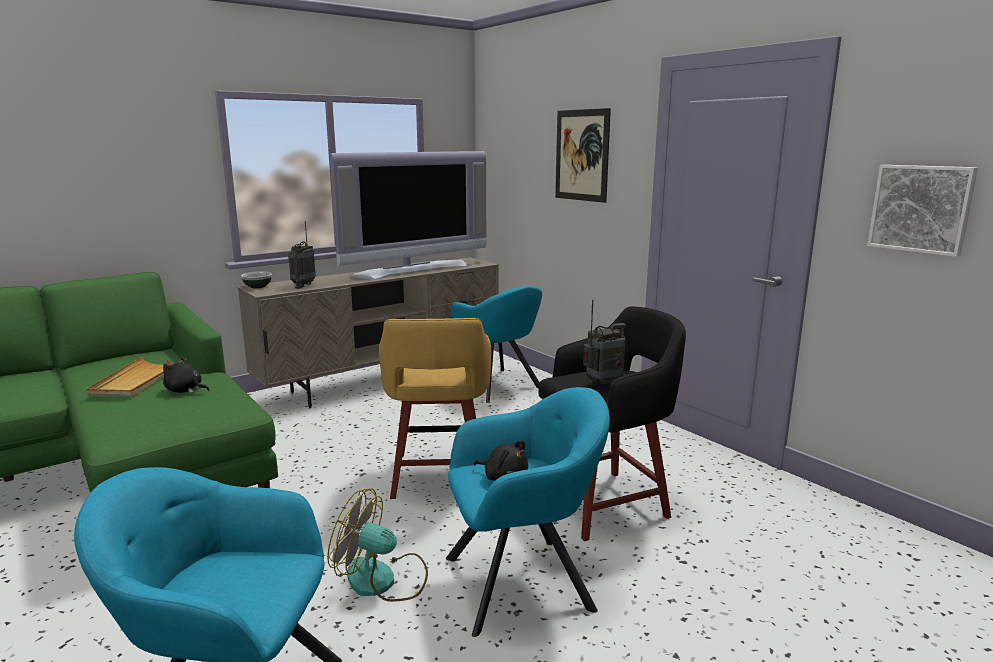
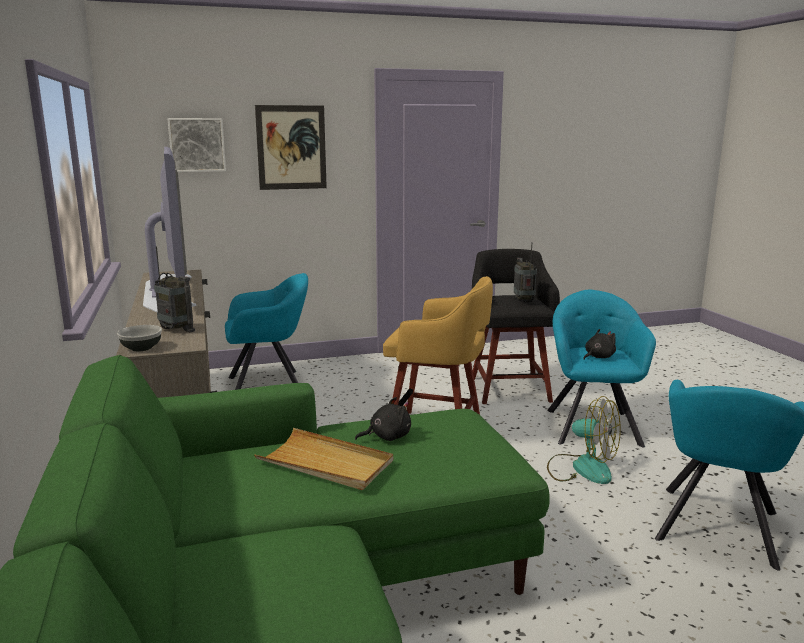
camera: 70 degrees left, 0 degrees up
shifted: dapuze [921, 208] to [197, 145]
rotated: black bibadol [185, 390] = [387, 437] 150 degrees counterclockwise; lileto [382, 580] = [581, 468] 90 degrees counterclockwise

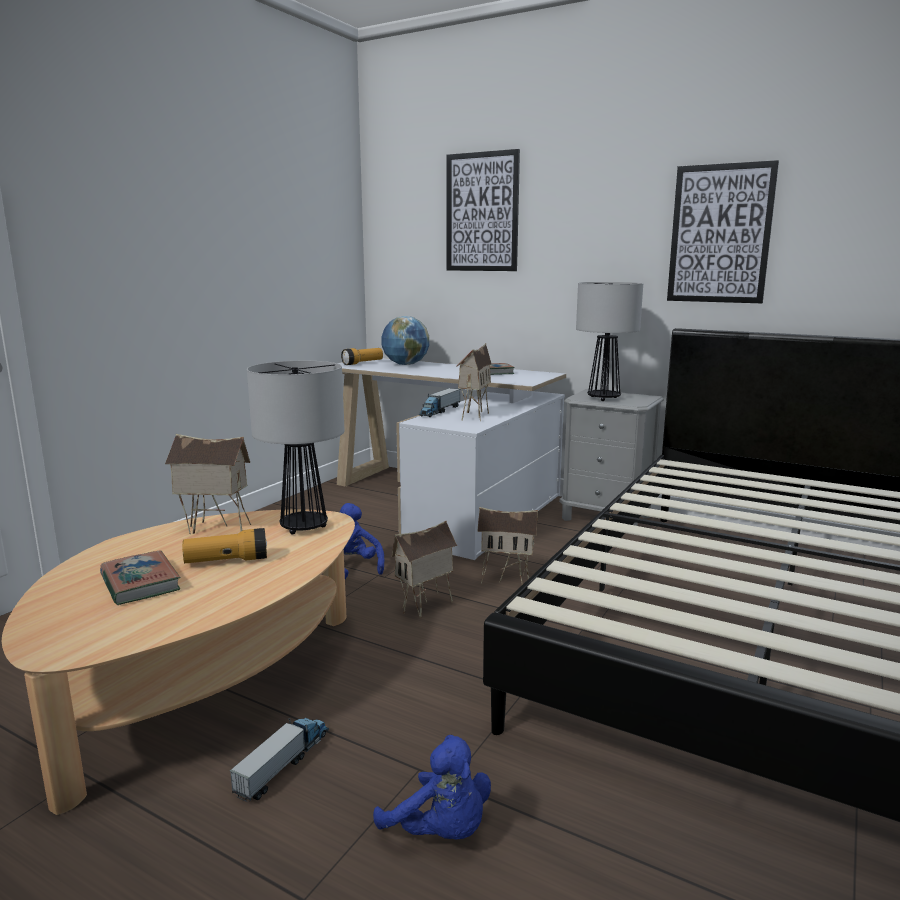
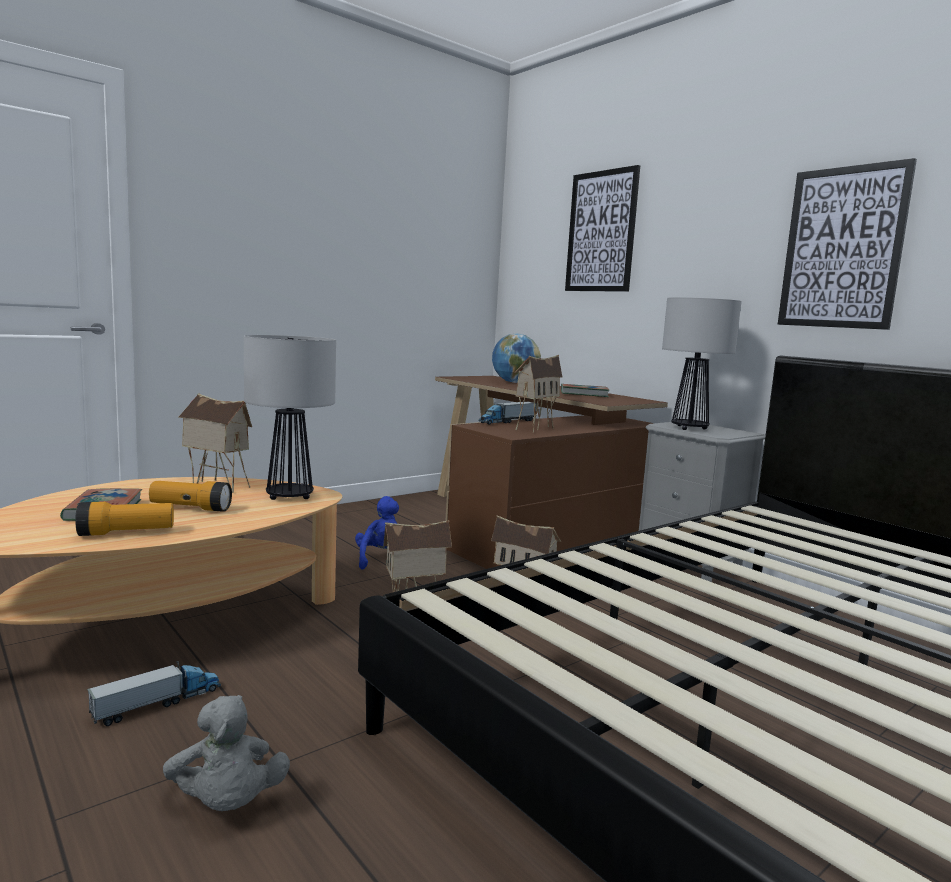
camera: 20 degrees right, 5 degrees down
shifted: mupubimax [362, 363] to [126, 533]
repainted: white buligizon [447, 501] to brown buligizon [529, 524]; blue bibadol [440, 831] to grey bibadol [227, 803]

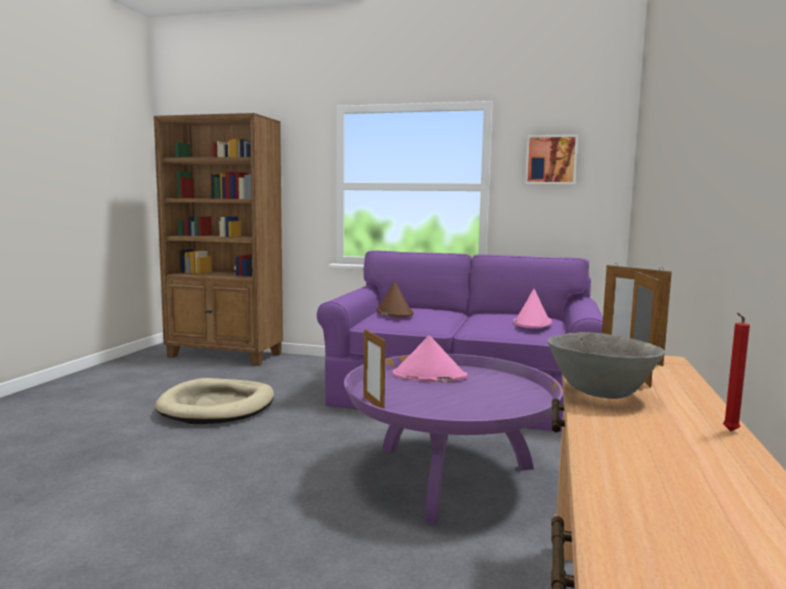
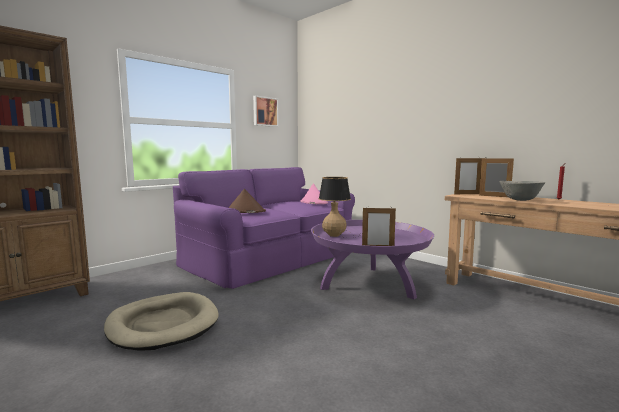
camera: 60 degrees left, 0 degrees up
swapped: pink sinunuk [429, 376] to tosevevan [338, 235]

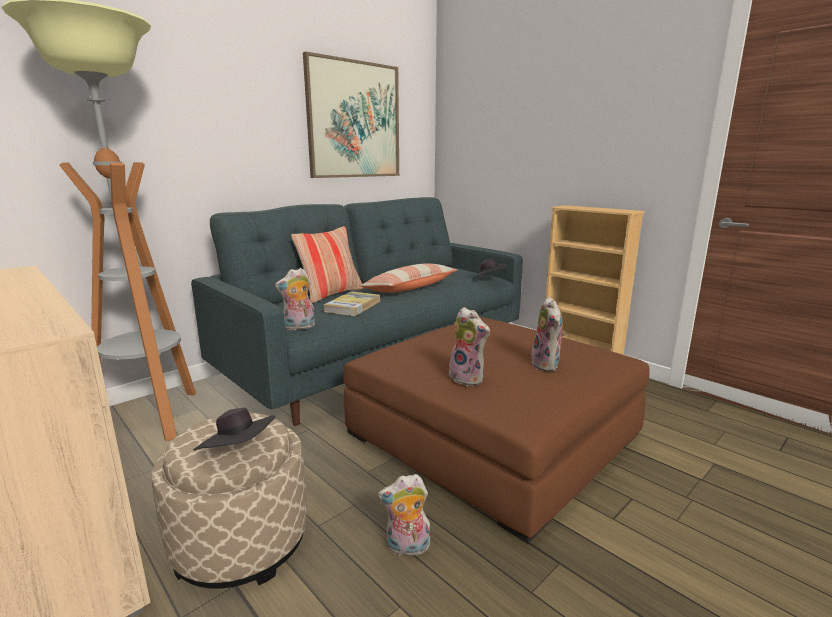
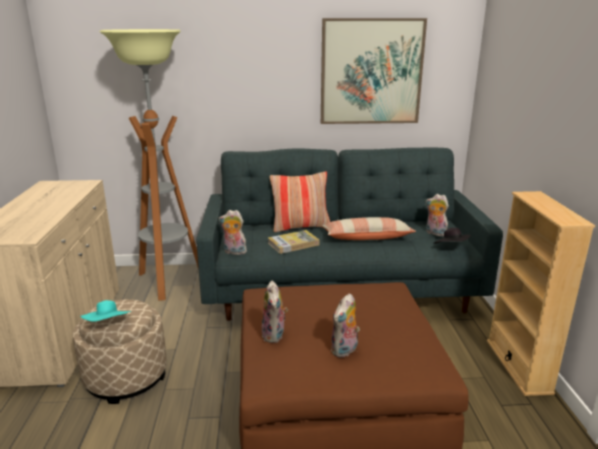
camera: 40 degrees right, 5 degrees up
shifted: bibadol [407, 548] to [435, 233]
repainted: black sinunuk [239, 452] to turquoise sinunuk [108, 325]

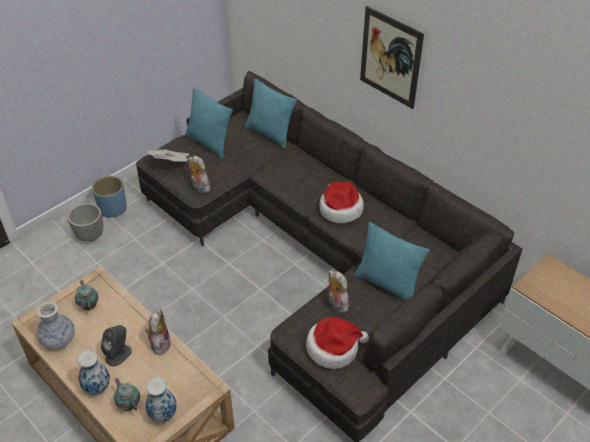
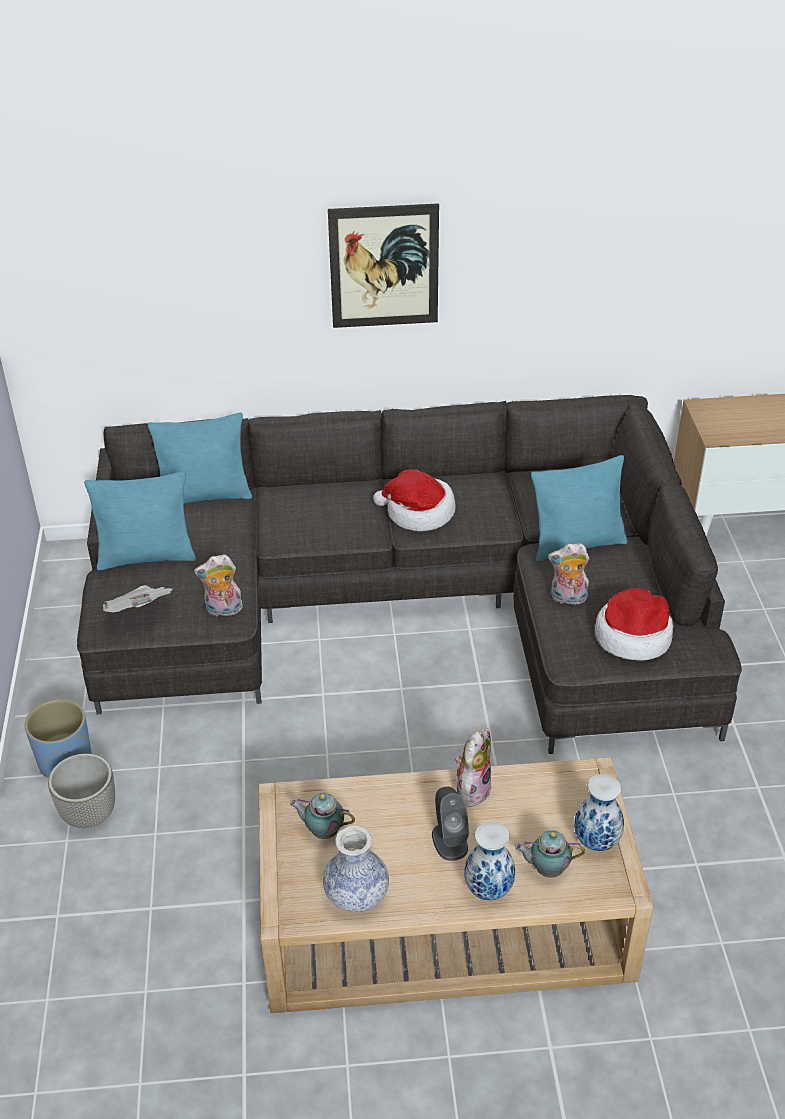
camera: 50 degrees left, 5 degrees down
rotated: bibadol [159, 344] = [472, 789] 75 degrees clockwise

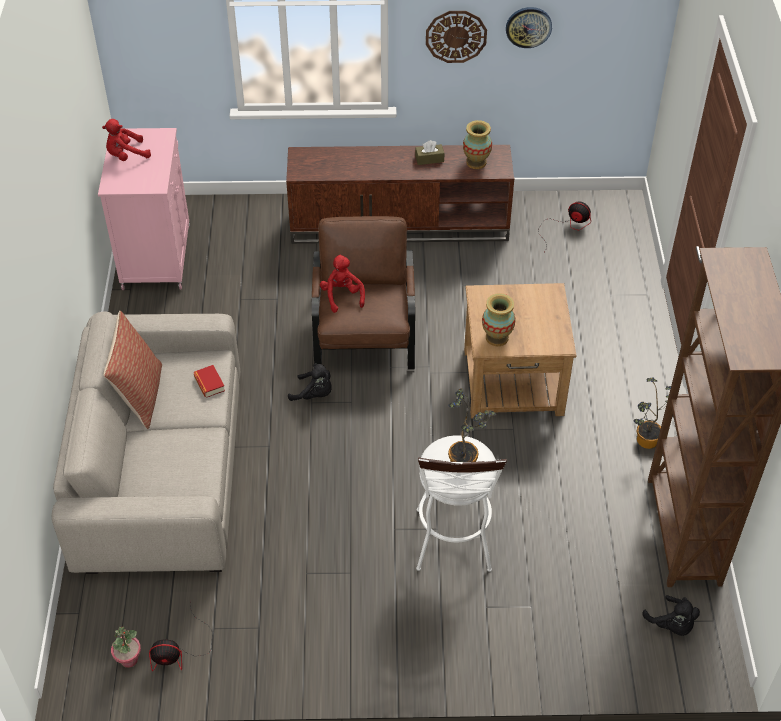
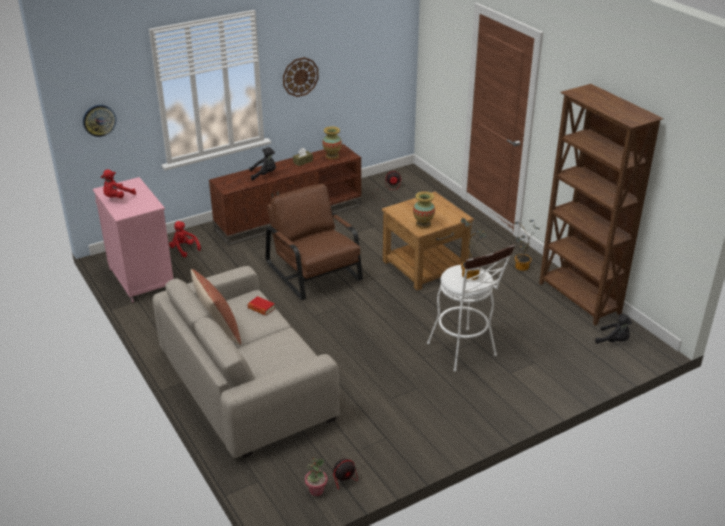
camera: 30 degrees left, 15 degrees down
shifted: black bibadol [314, 394] to [264, 174]; red bibadol [342, 296] to [184, 249]; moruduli [528, 26] to [99, 120]

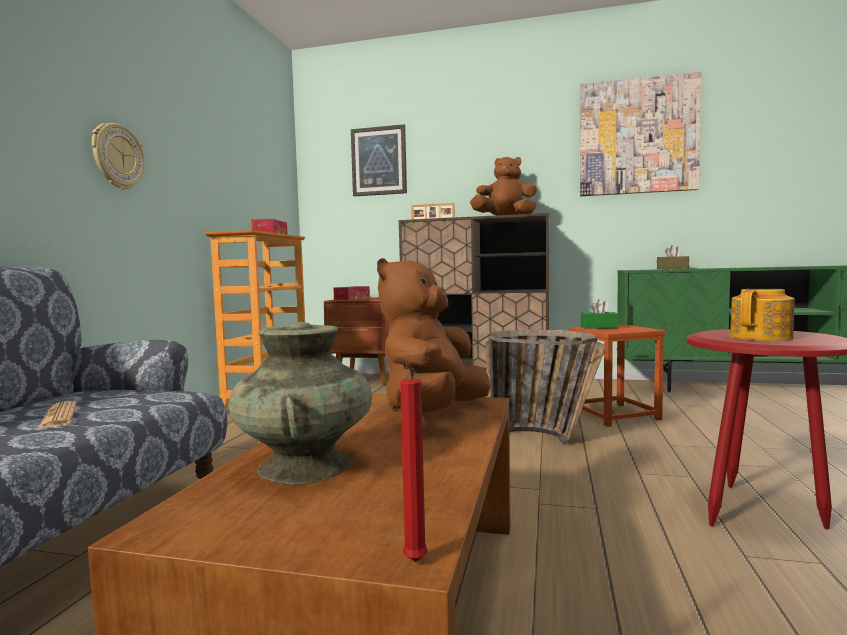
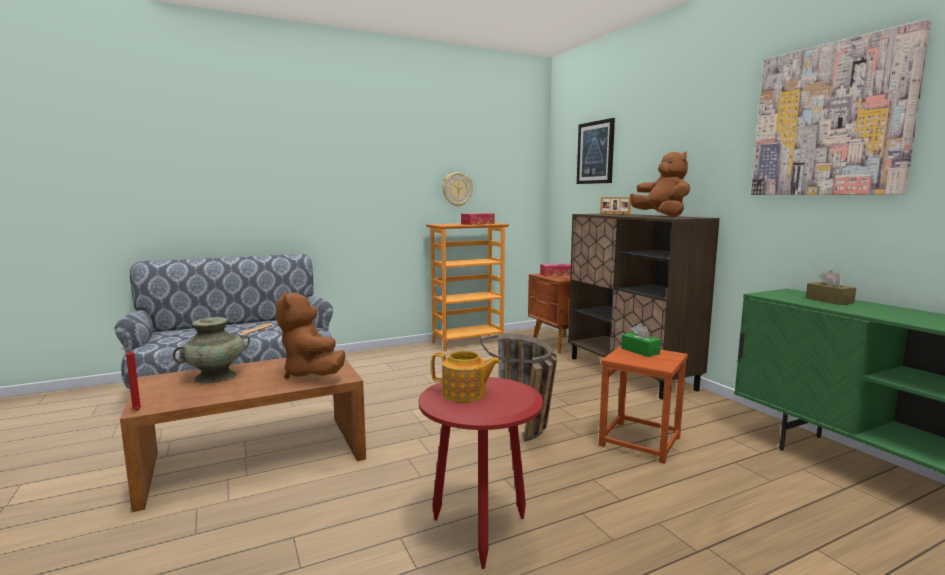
camera: 50 degrees right, 5 degrees up
shifted: moruduli [117, 157] to [457, 189]
rotated: brown bibadol [433, 412] = [312, 374] 105 degrees counterclockwise

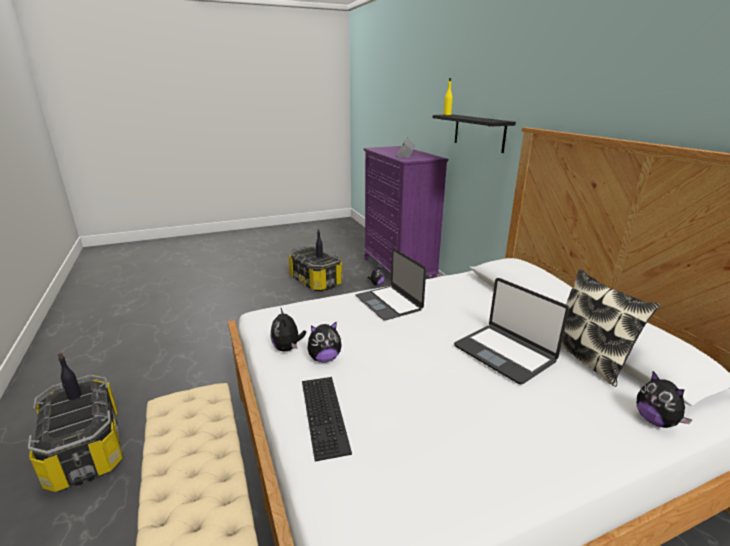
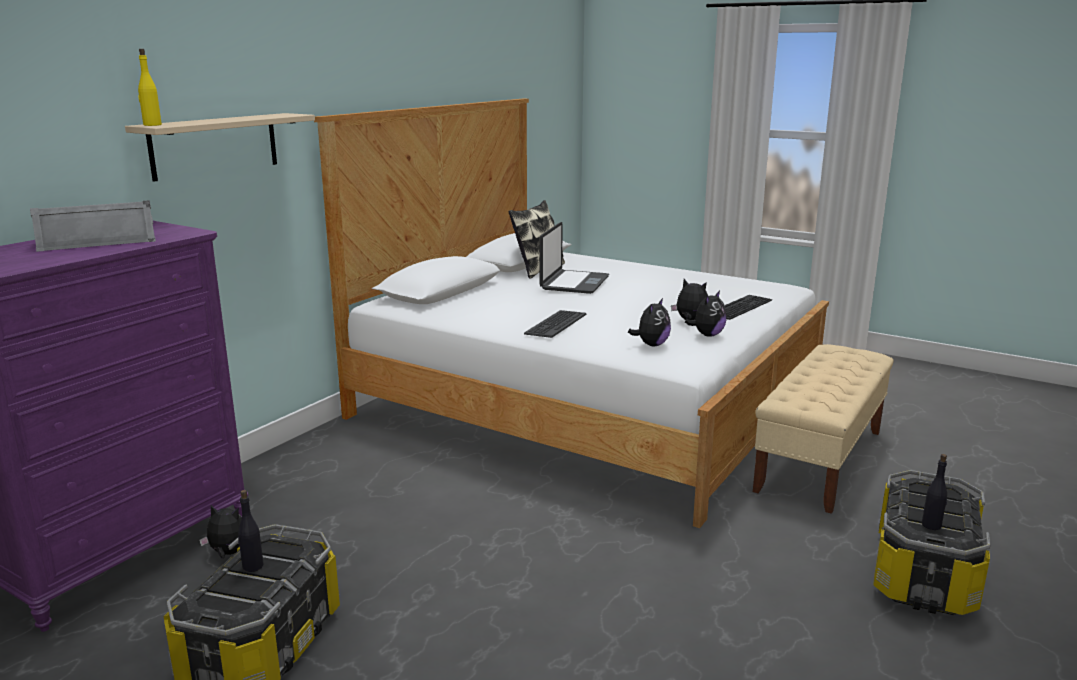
camera: 125 degrees left, 5 degrees down
shifted: bibadol [655, 421] to [651, 345]
swapped: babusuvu [388, 302] to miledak [555, 324]
repainted: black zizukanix [479, 132] to beige zizukanix [215, 145]

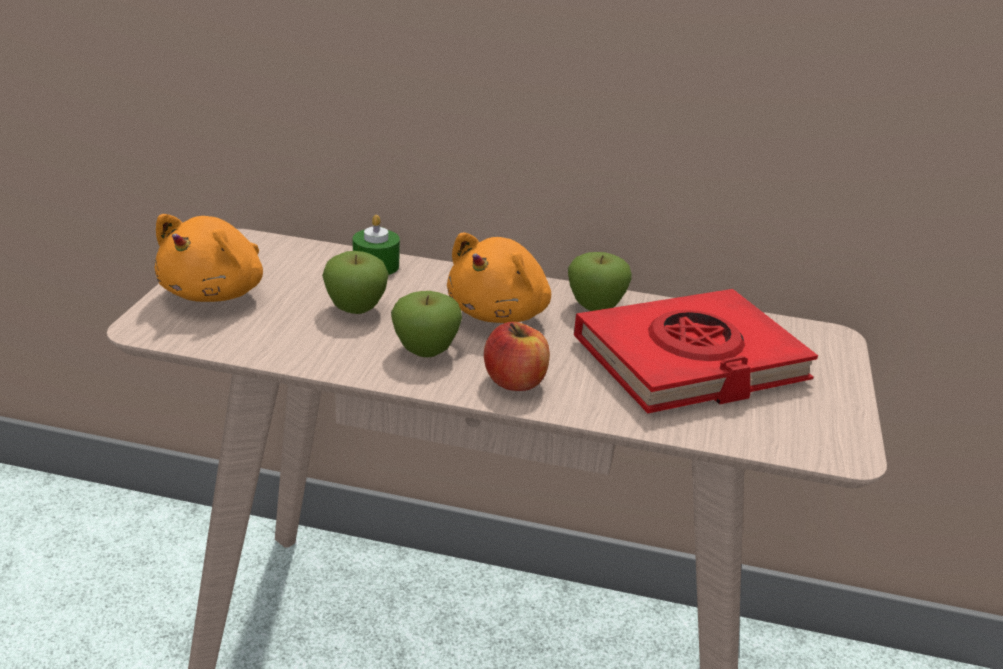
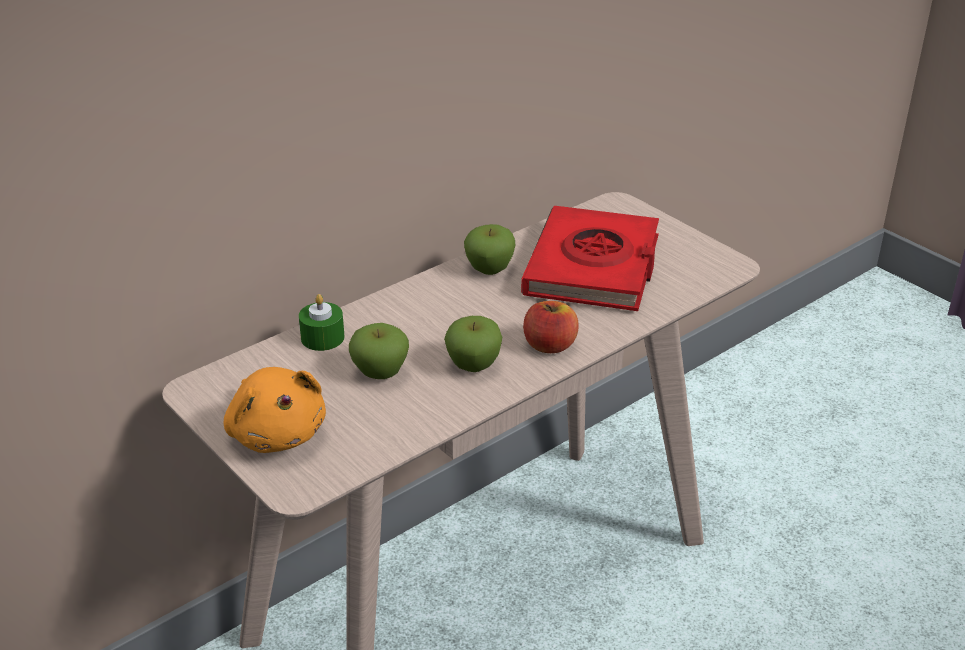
camera: 50 degrees left, 5 degrees up
gone: orange bibadol [500, 313]

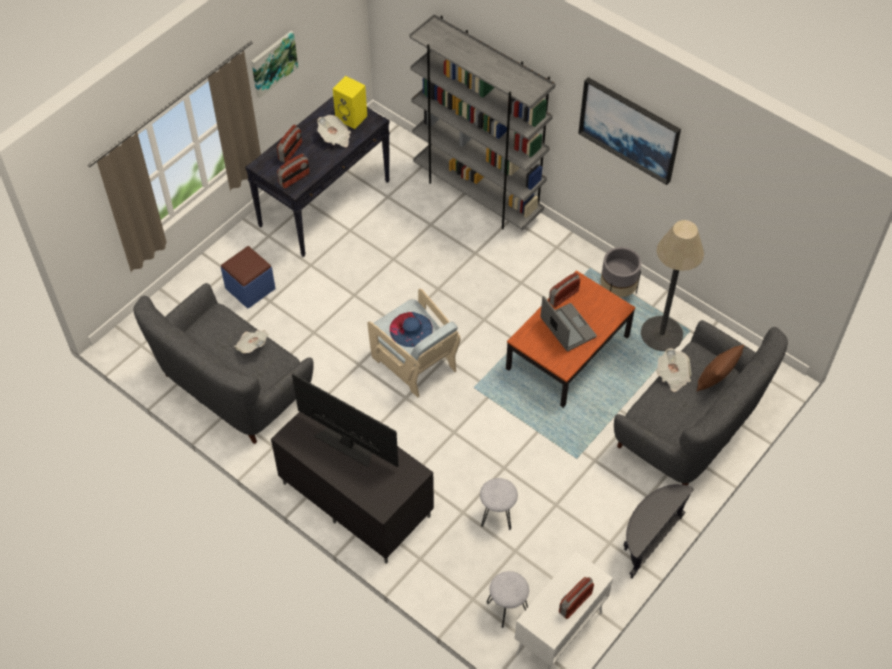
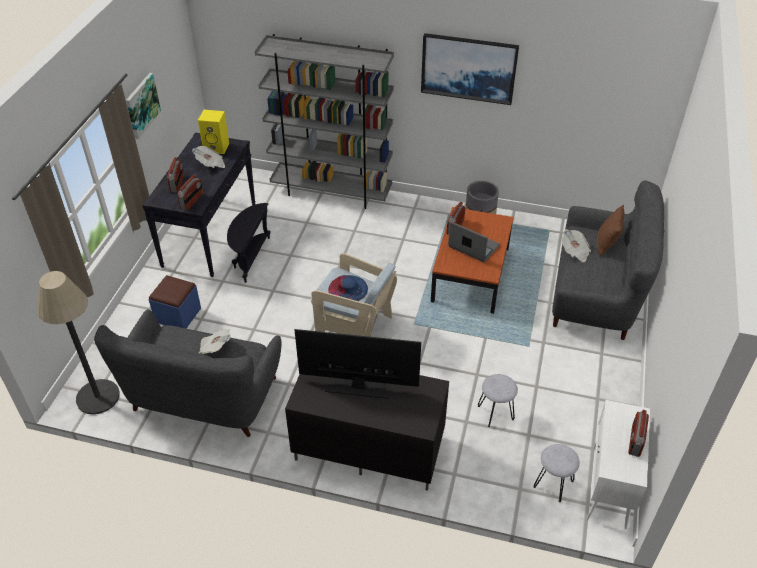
camera: 25 degrees left, 10 degrees down
shifted: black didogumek [647, 541] to [250, 258]; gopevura [661, 334] to [98, 397]

